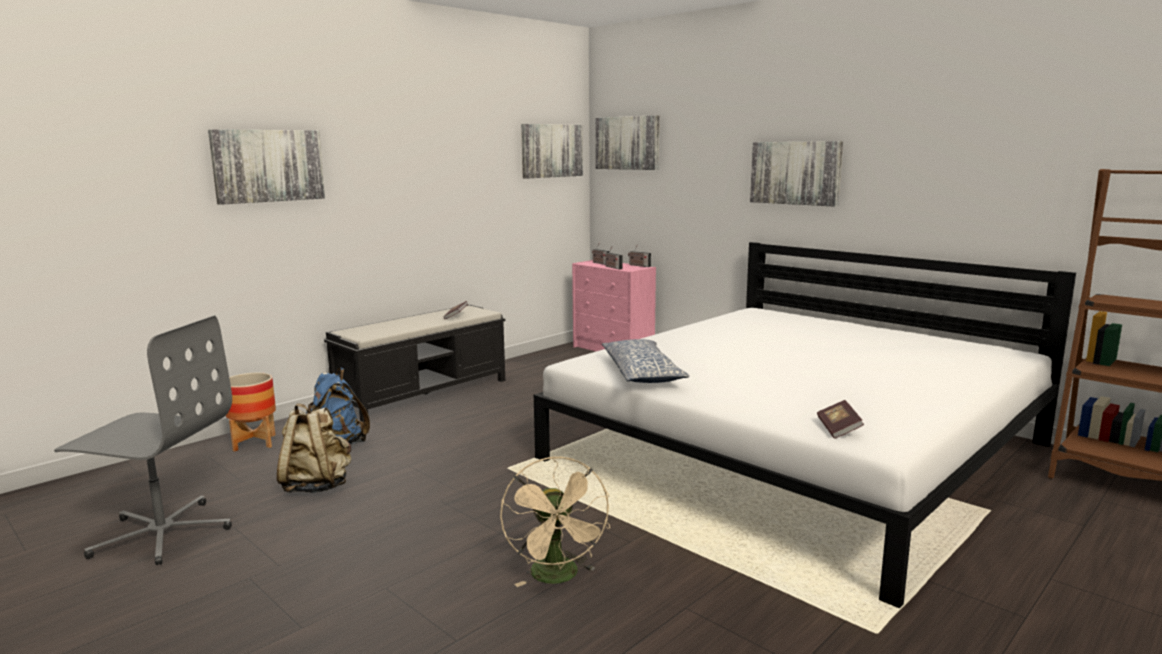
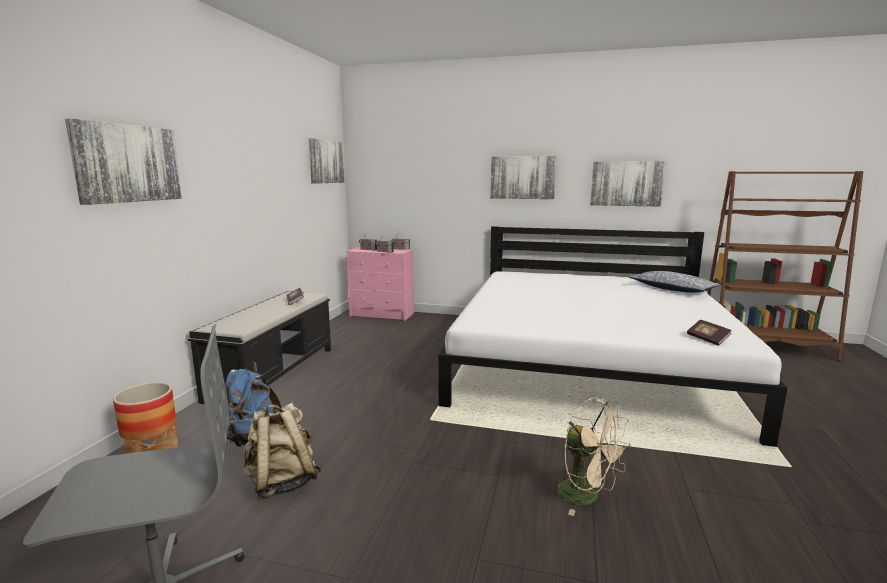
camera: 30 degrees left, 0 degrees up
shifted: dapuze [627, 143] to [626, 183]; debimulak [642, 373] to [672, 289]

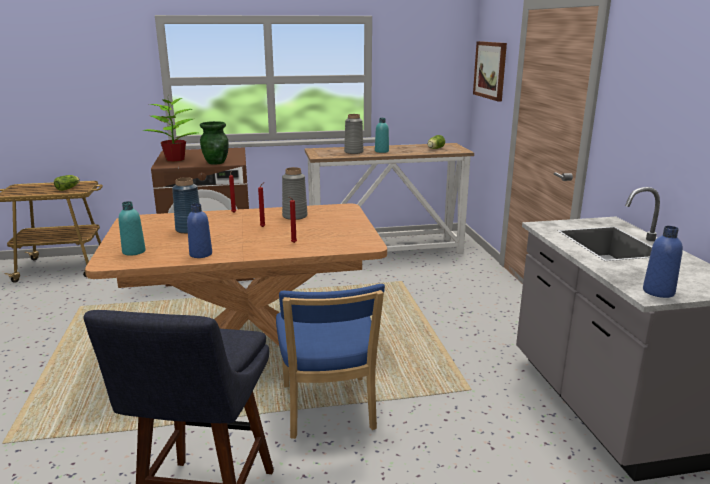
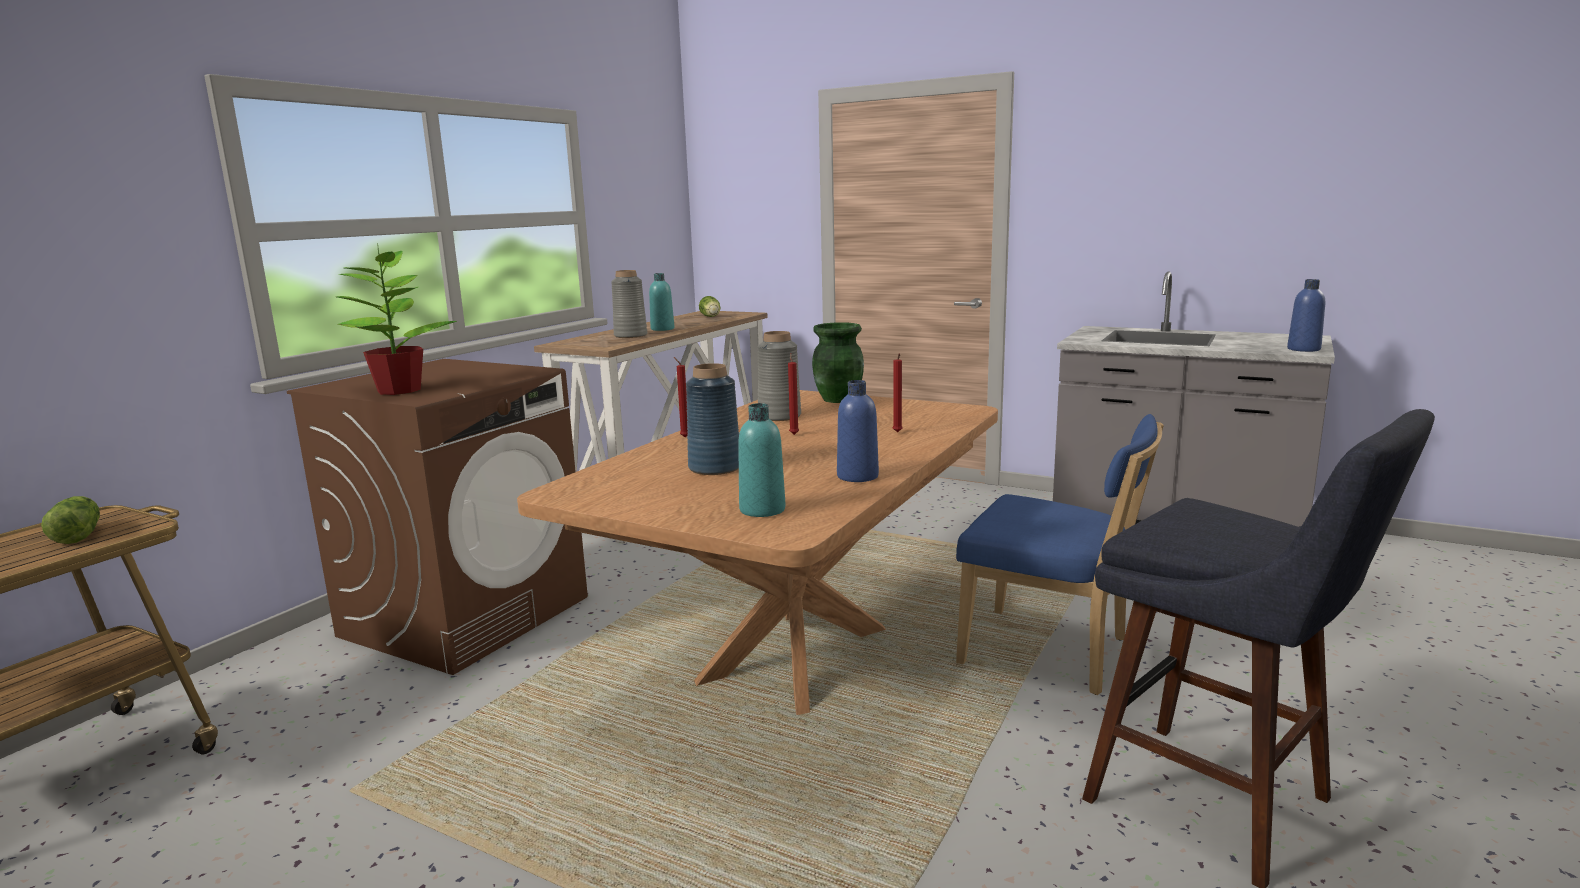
camera: 50 degrees left, 5 degrees down
gone: dapuze [490, 70]
shifted: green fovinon [216, 162] to [838, 399]

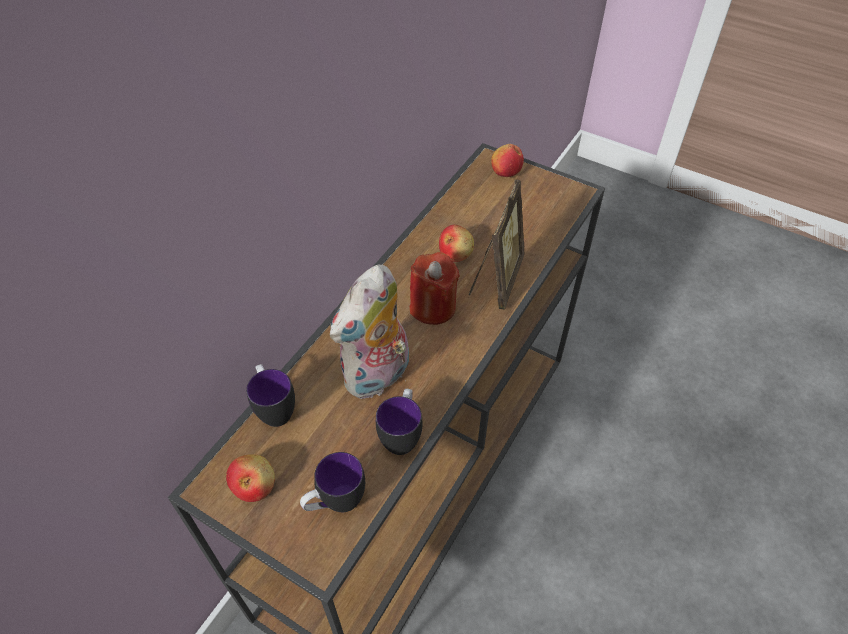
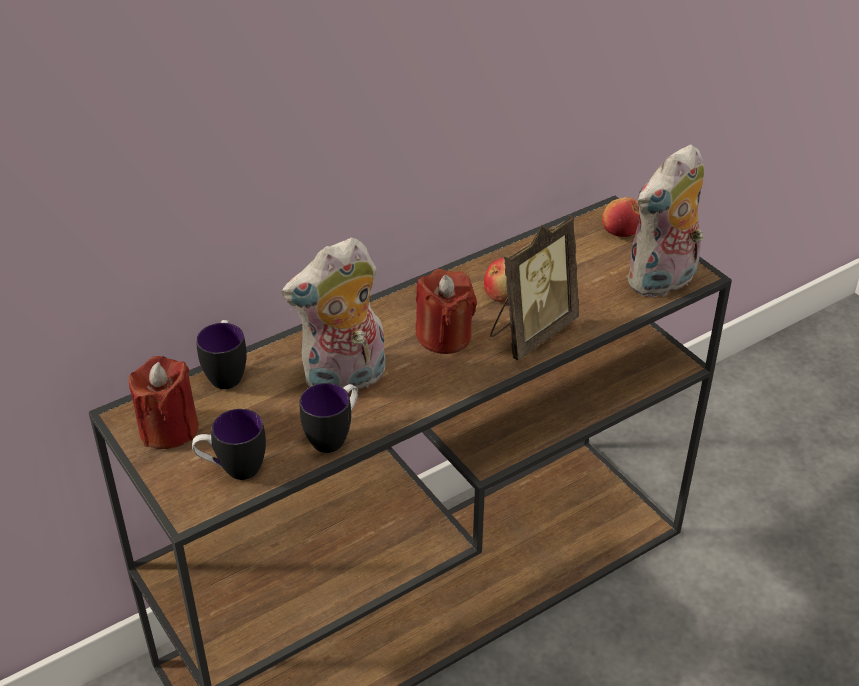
camera: 25 degrees right, 10 degrees down
new: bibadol [662, 282]
swapped: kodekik [254, 485] to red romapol [169, 429]

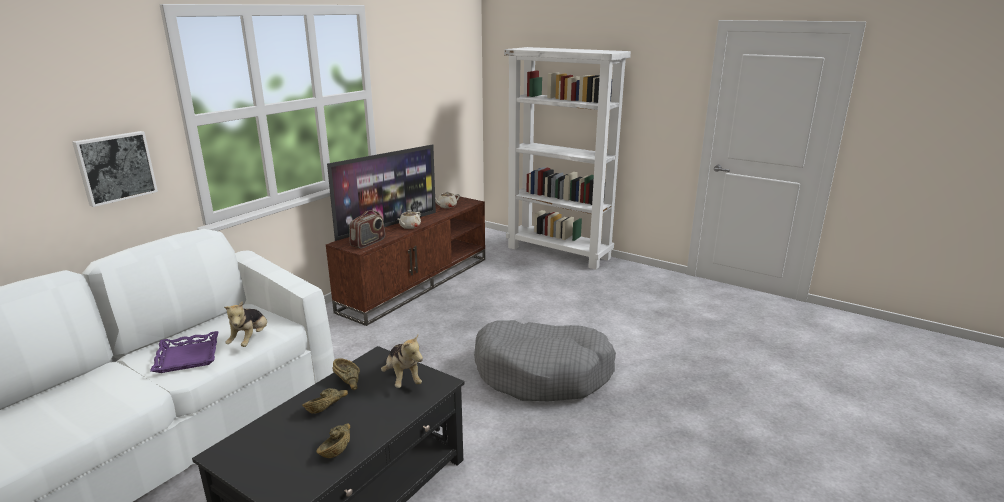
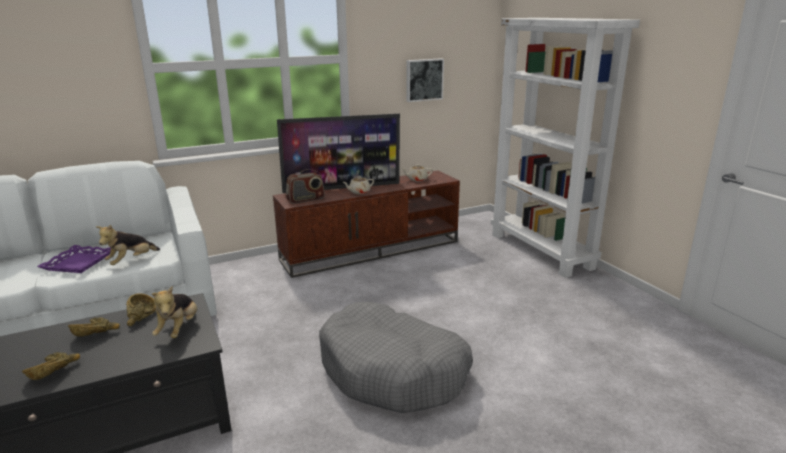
camera: 30 degrees right, 0 degrees up
shifted: dapuze [115, 167] to [424, 79]

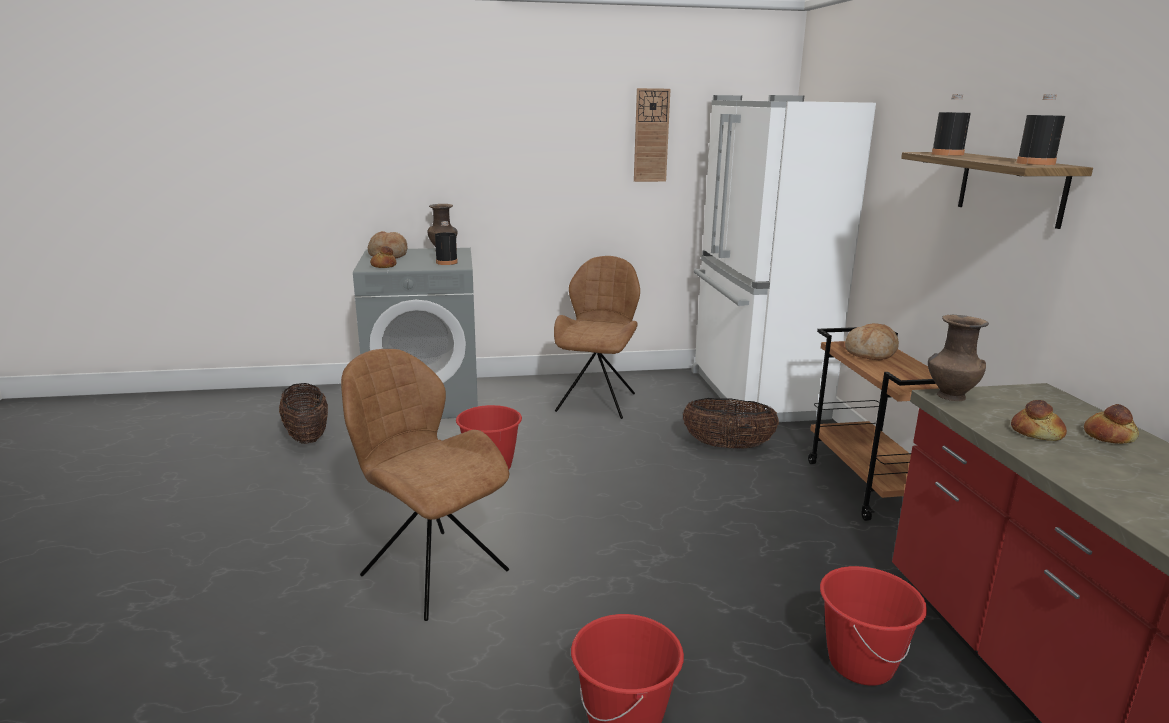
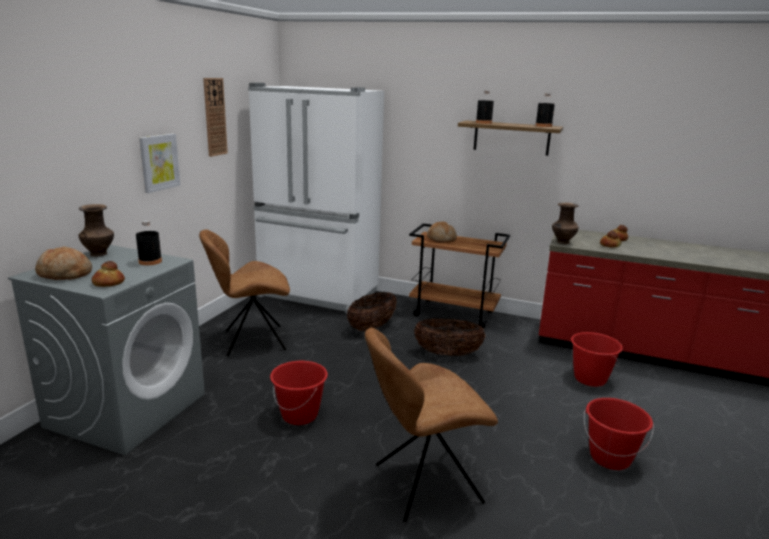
camera: 60 degrees left, 0 degrees up
new: dapuze [159, 162]
shifted: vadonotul [307, 436] to [447, 354]
rotated: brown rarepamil [597, 401] = [252, 341] 60 degrees counterclockwise

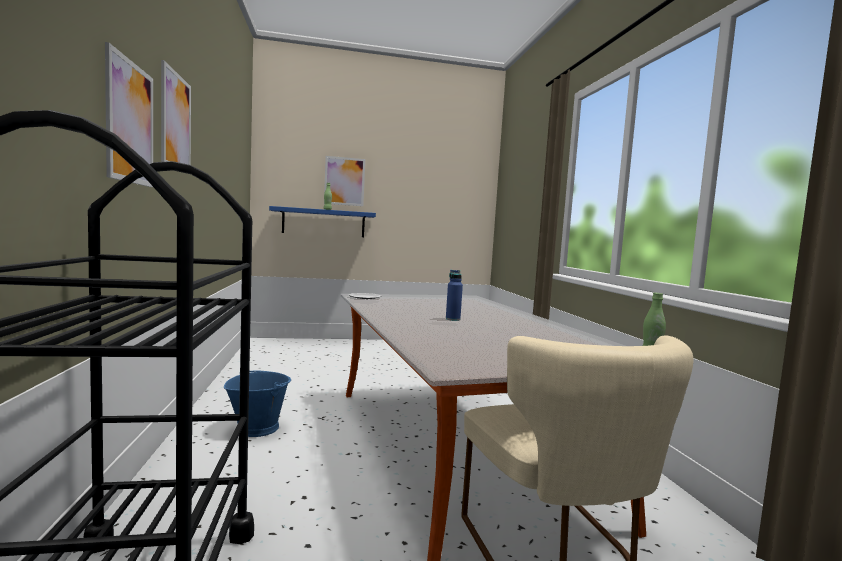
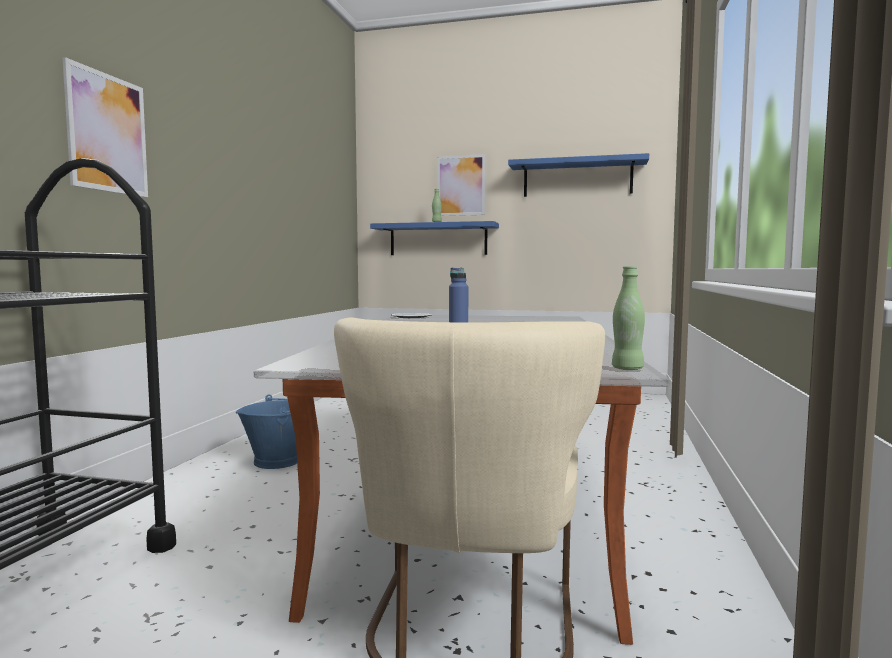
camera: 25 degrees right, 0 degrees up
gone: dapuze [175, 121]
new: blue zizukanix [577, 178]

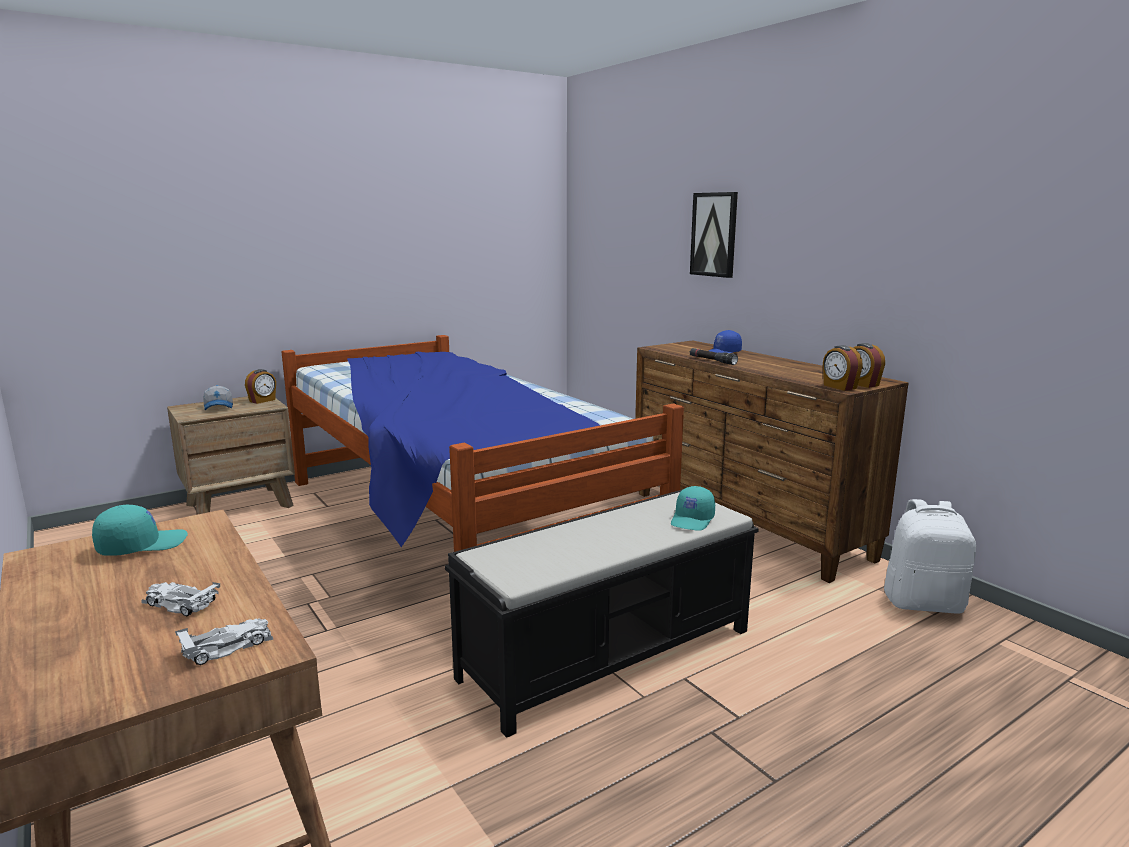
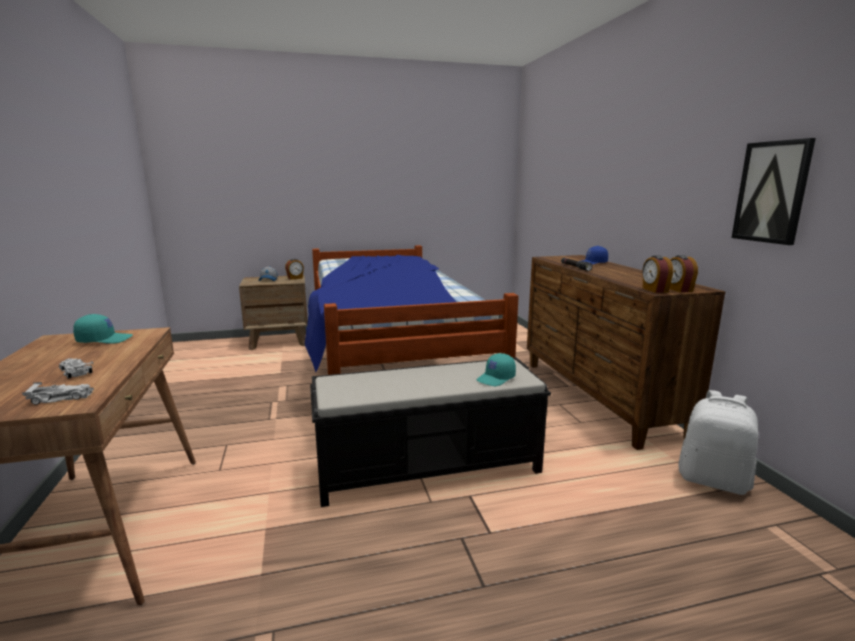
camera: 20 degrees right, 0 degrees up
shifted: dapuze [714, 234] to [772, 192]

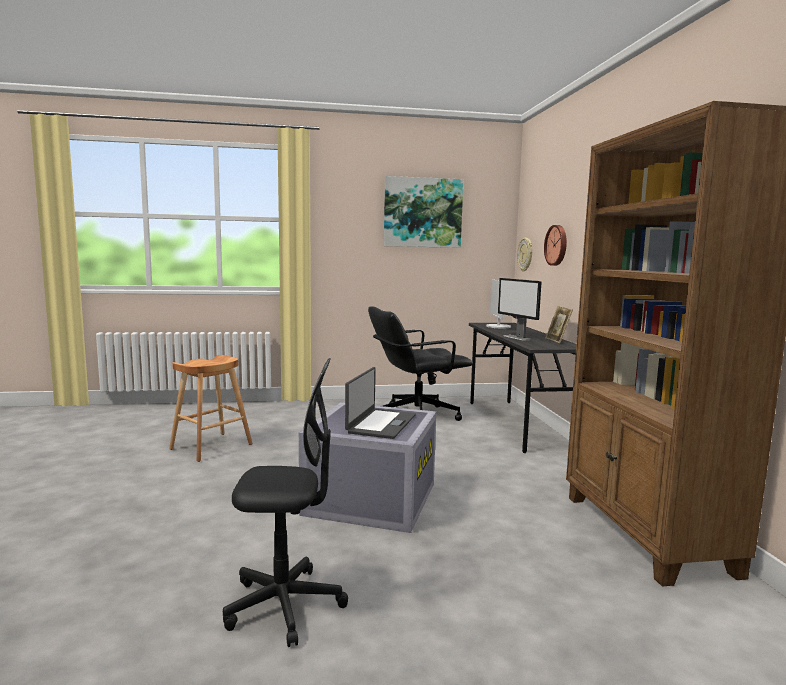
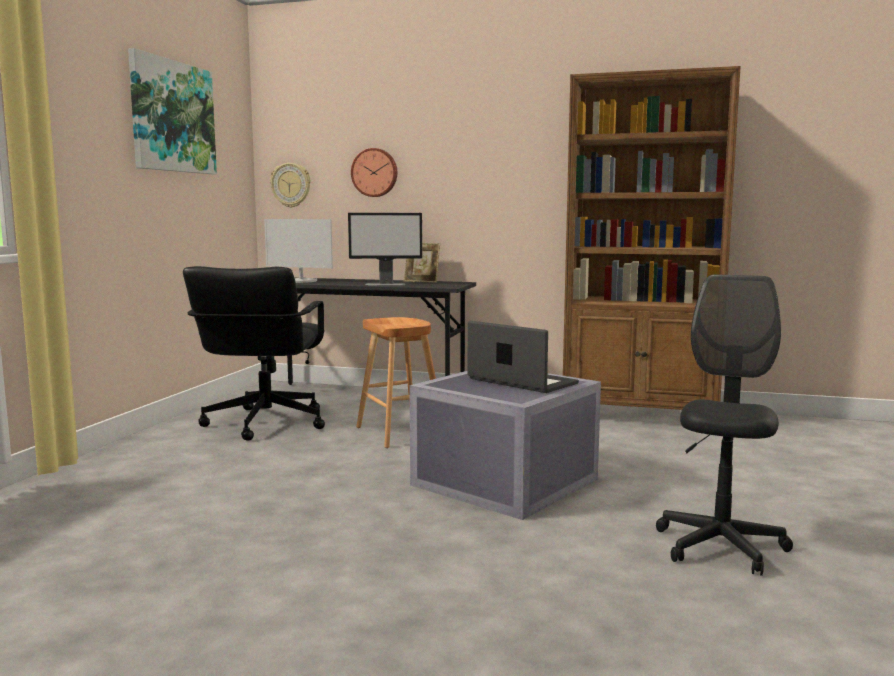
camera: 65 degrees left, 0 degrees up
shifted: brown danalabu [211, 446] to [400, 433]

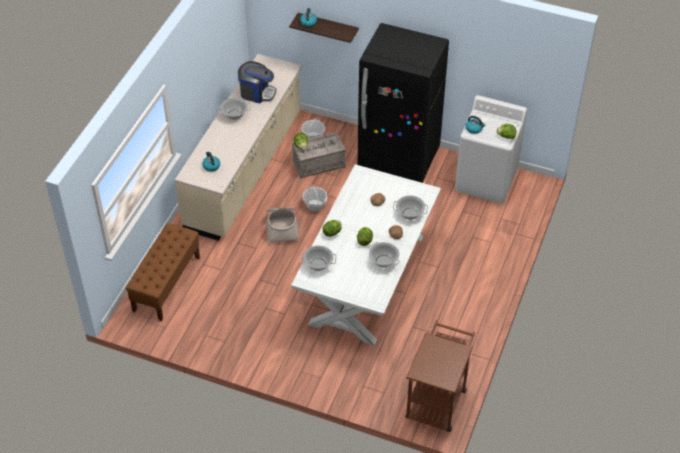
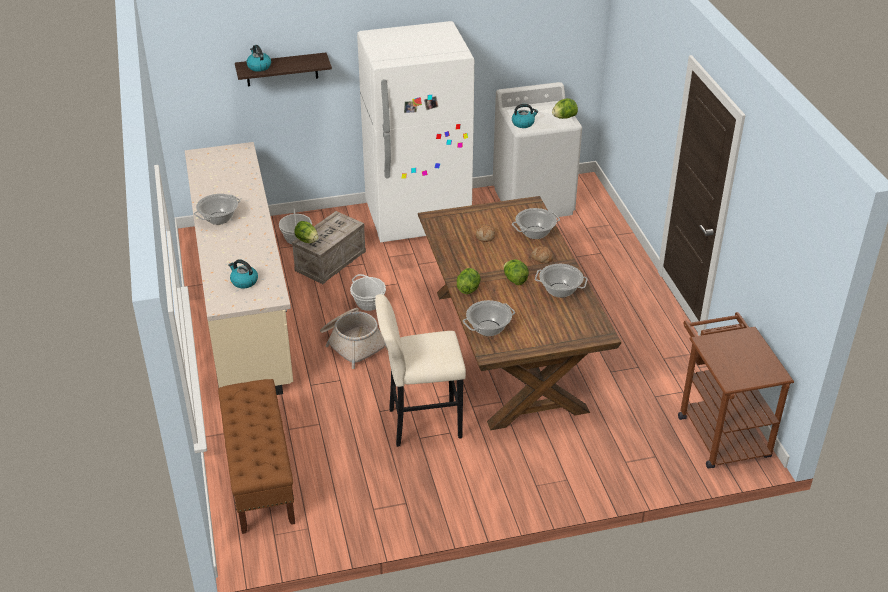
camera: 35 degrees left, 10 degrees down
gone: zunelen [257, 93]
new: beige danalabu [420, 424]
repainted: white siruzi [367, 279] to brown siruzi [509, 349]; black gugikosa [399, 158] to white gugikosa [418, 219]

